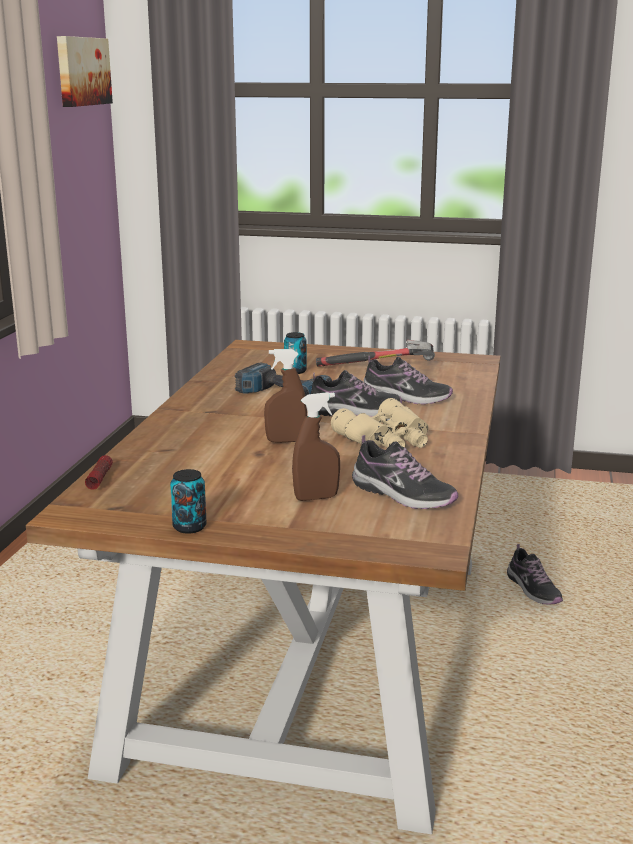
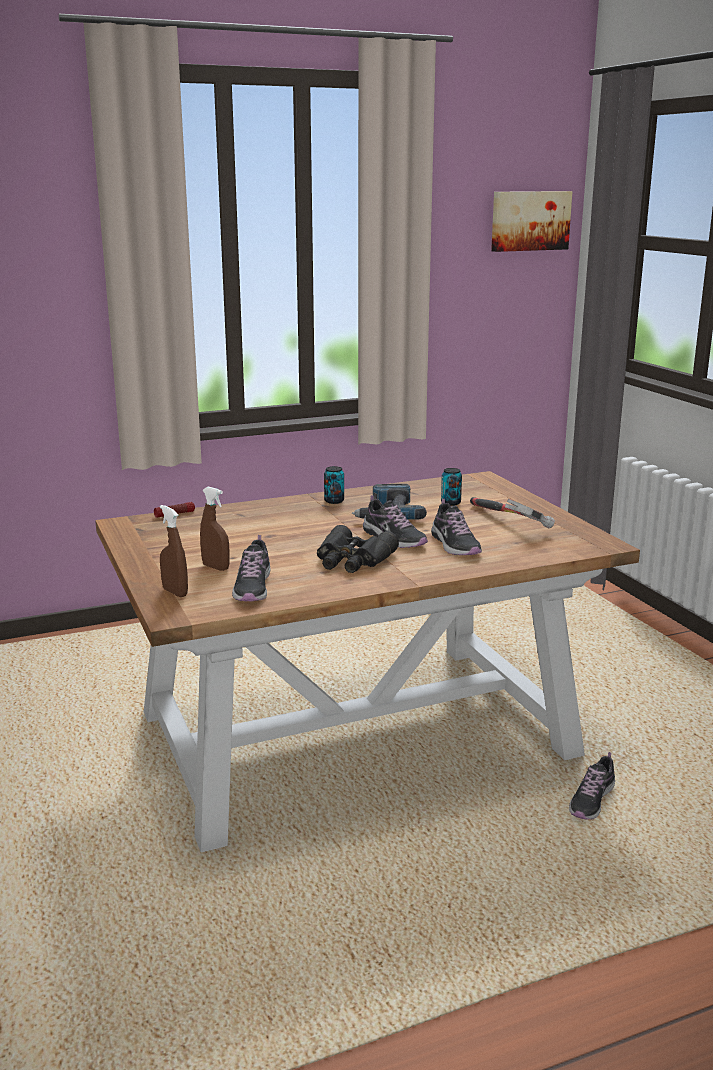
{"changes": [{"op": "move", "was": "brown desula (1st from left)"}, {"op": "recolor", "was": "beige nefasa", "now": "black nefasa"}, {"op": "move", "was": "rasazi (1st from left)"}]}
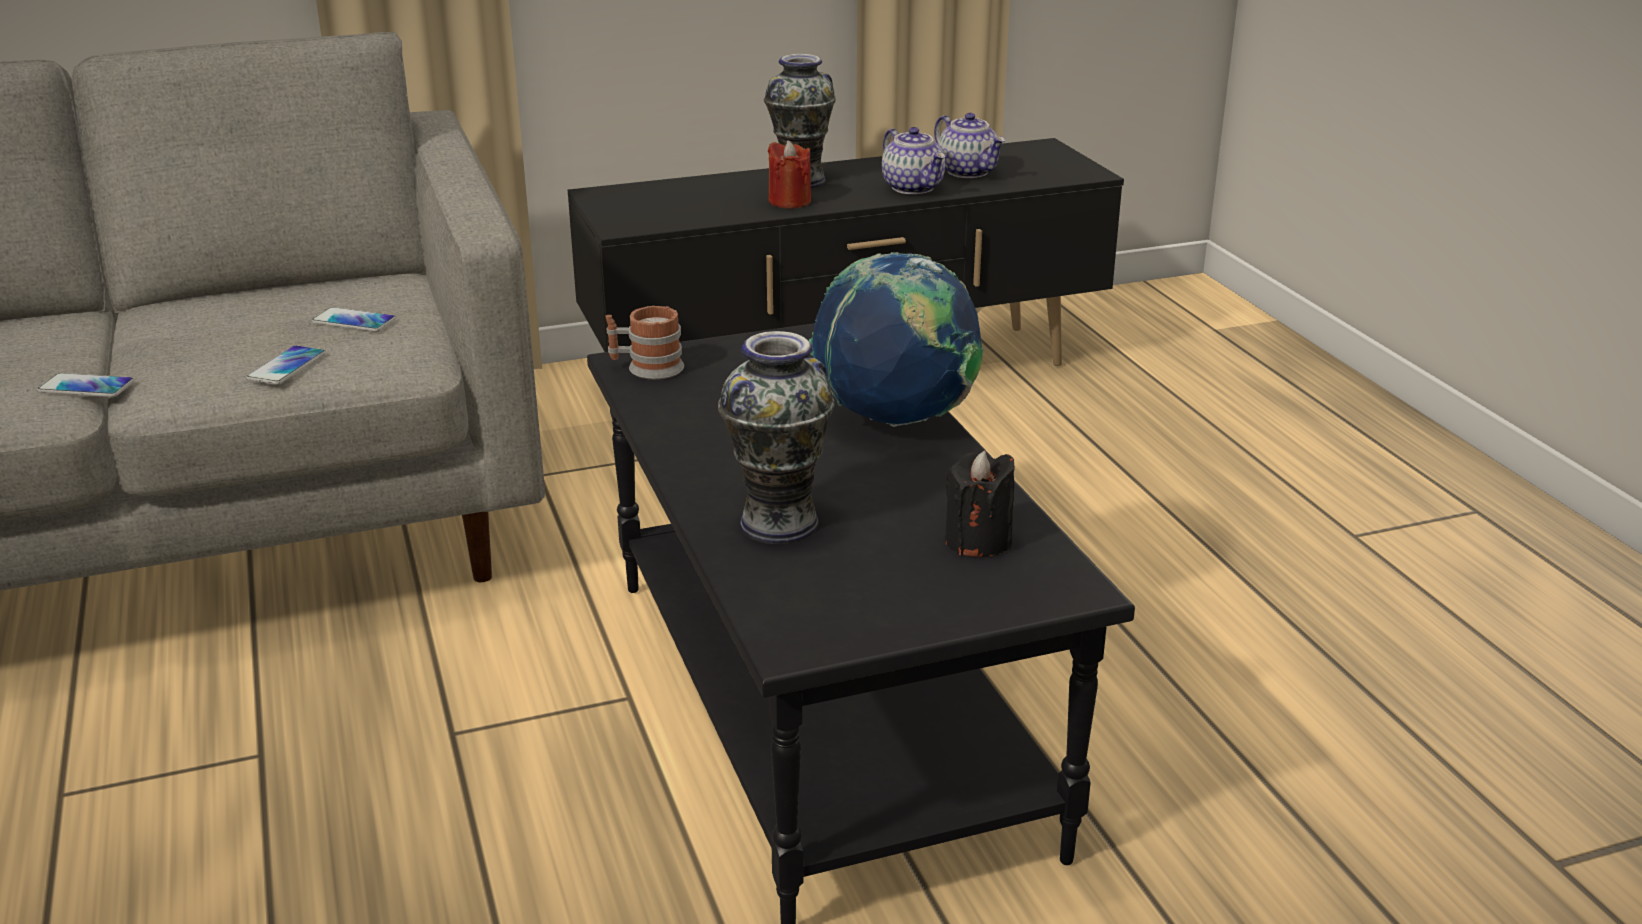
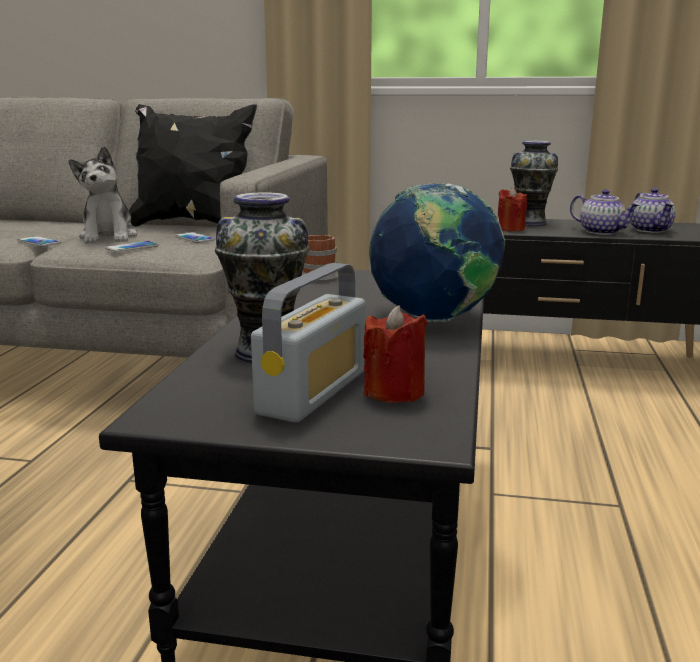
{"changes": [{"op": "insert", "now": "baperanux"}, {"op": "insert", "now": "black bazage"}, {"op": "insert", "now": "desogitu"}, {"op": "recolor", "was": "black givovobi", "now": "red givovobi (1st from left)"}, {"op": "rotate", "was": "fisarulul (1st from left)", "clockwise": -45}]}
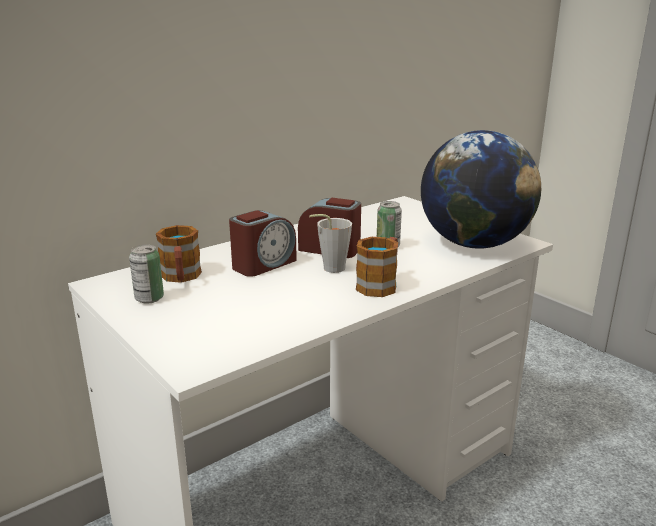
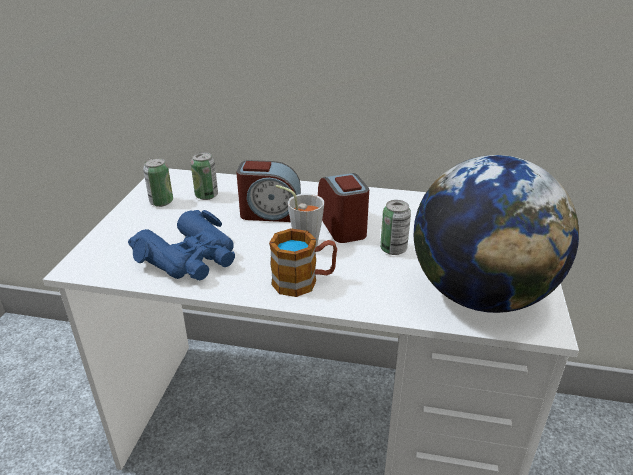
{"changes": [{"op": "insert", "now": "blue nefasa"}, {"op": "replace", "was": "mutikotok (1st from left)", "now": "rasazi (2nd from left)"}]}
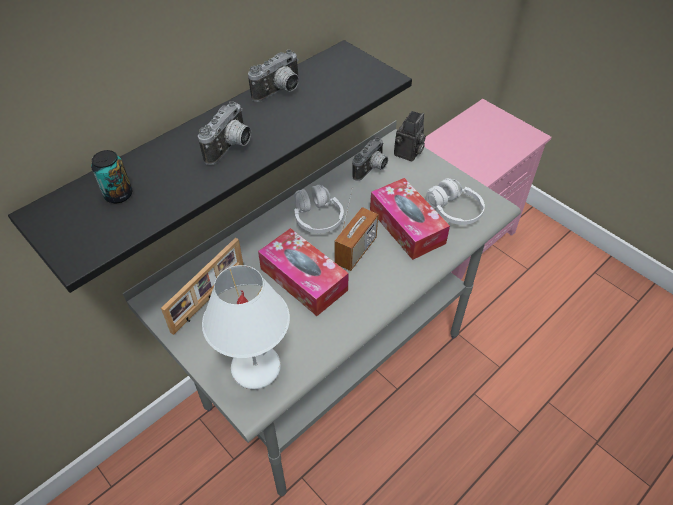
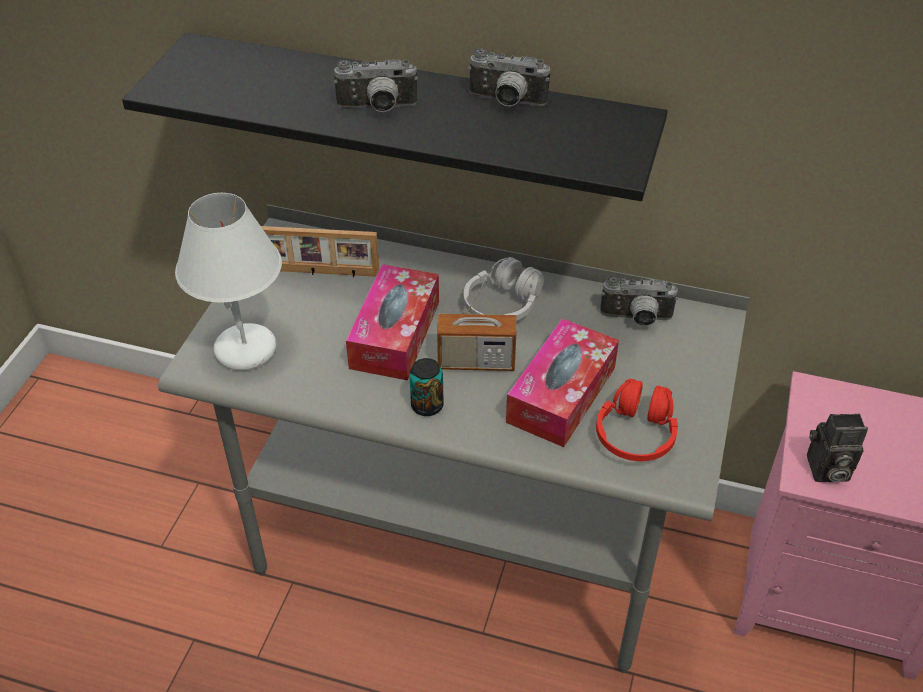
{"changes": [{"op": "move", "was": "rasazi"}, {"op": "recolor", "was": "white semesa (2nd from left)", "now": "red semesa"}, {"op": "move", "was": "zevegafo (4th from left)"}]}
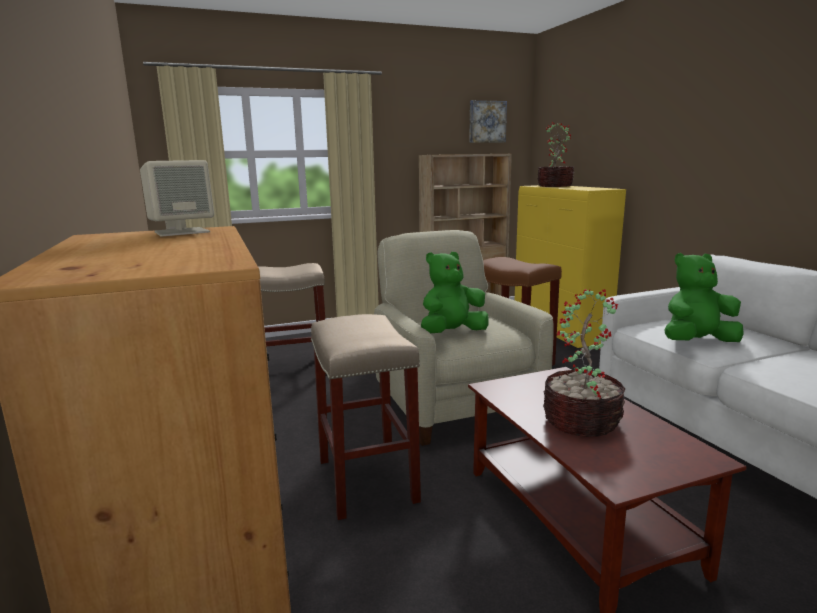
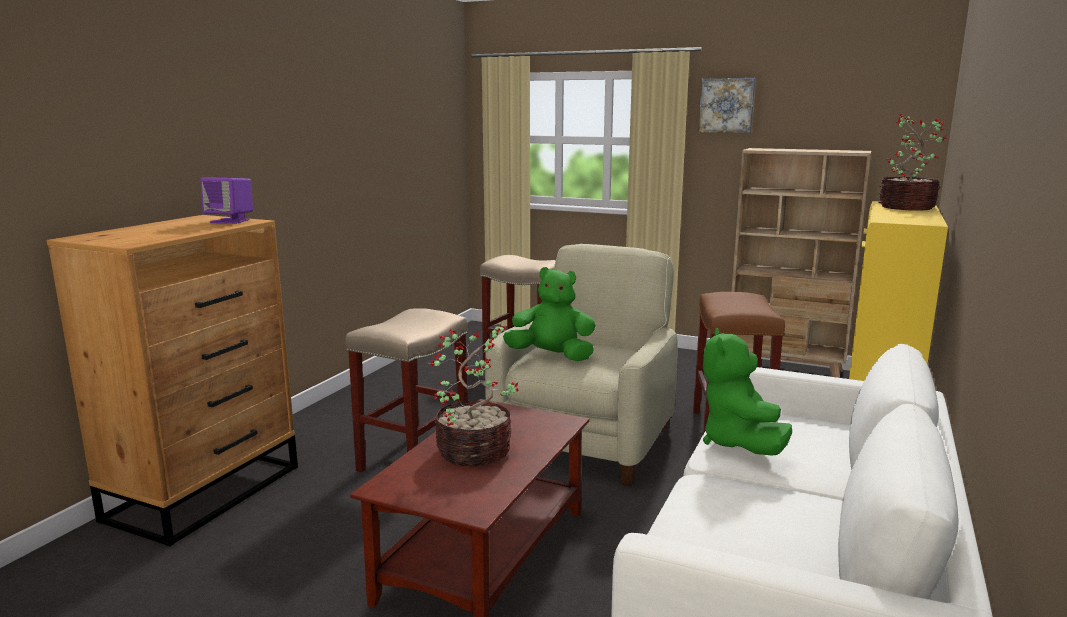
{"changes": [{"op": "recolor", "was": "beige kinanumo", "now": "purple kinanumo"}, {"op": "move", "was": "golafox"}, {"op": "rotate", "was": "green baperanux (2nd from left)", "clockwise": -120}]}
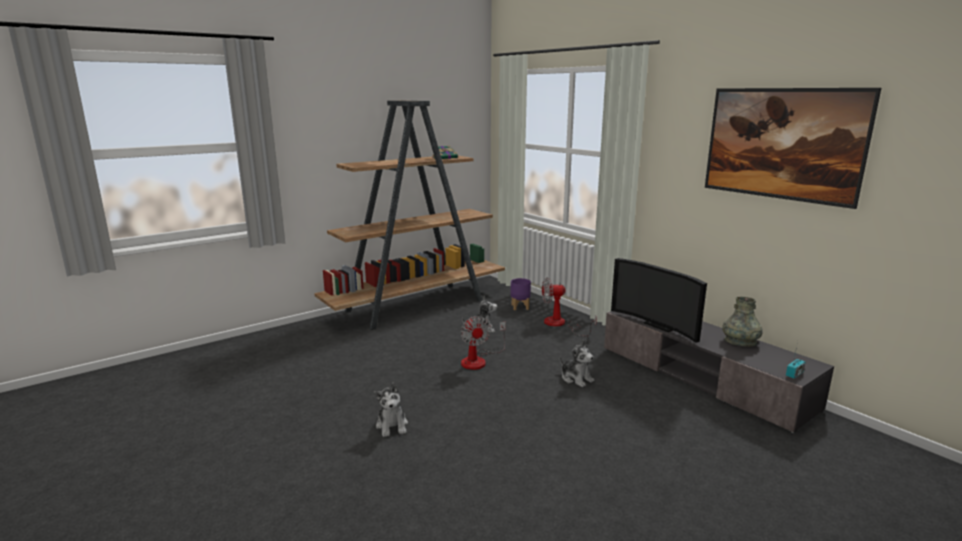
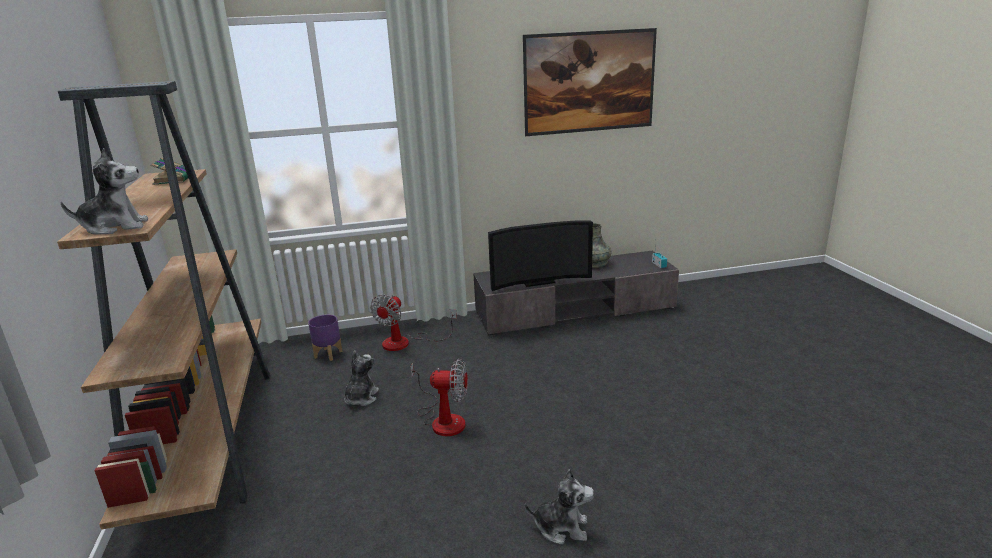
{"changes": [{"op": "move", "was": "baperanux (3rd from left in the first image)", "now": "baperanux (1st from left)"}]}
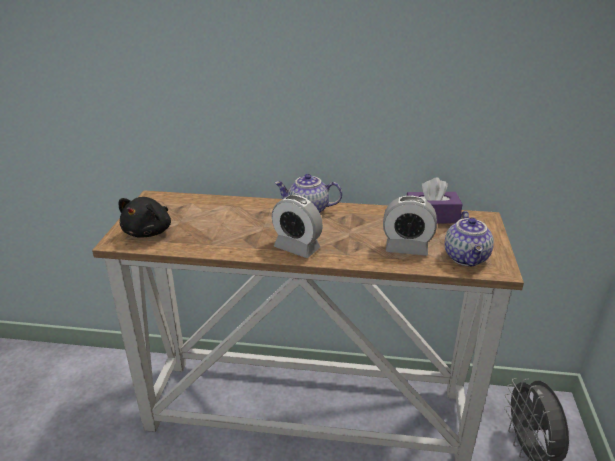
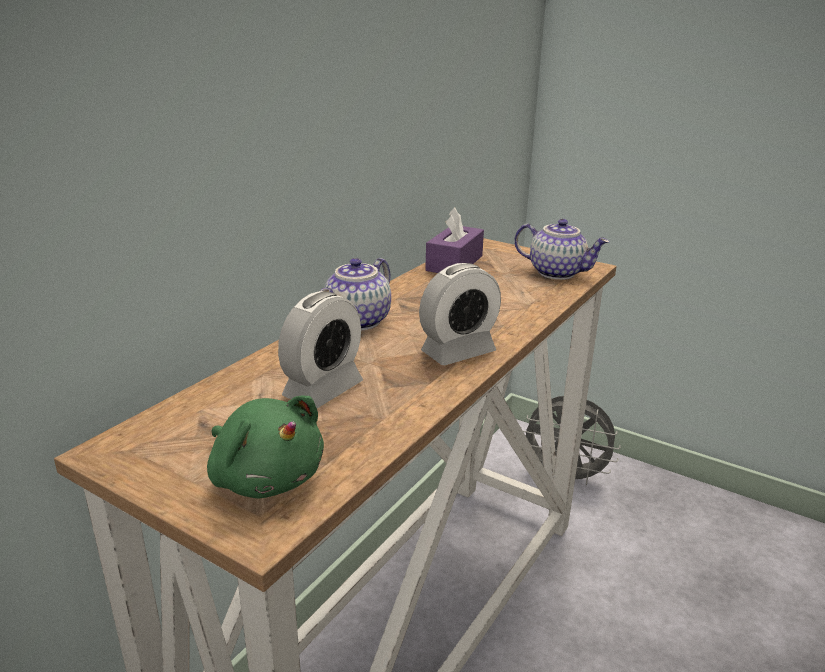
{"changes": [{"op": "recolor", "was": "black baperanux", "now": "green baperanux"}, {"op": "move", "was": "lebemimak (2nd from left in the first image)", "now": "lebemimak (1st from left)"}]}
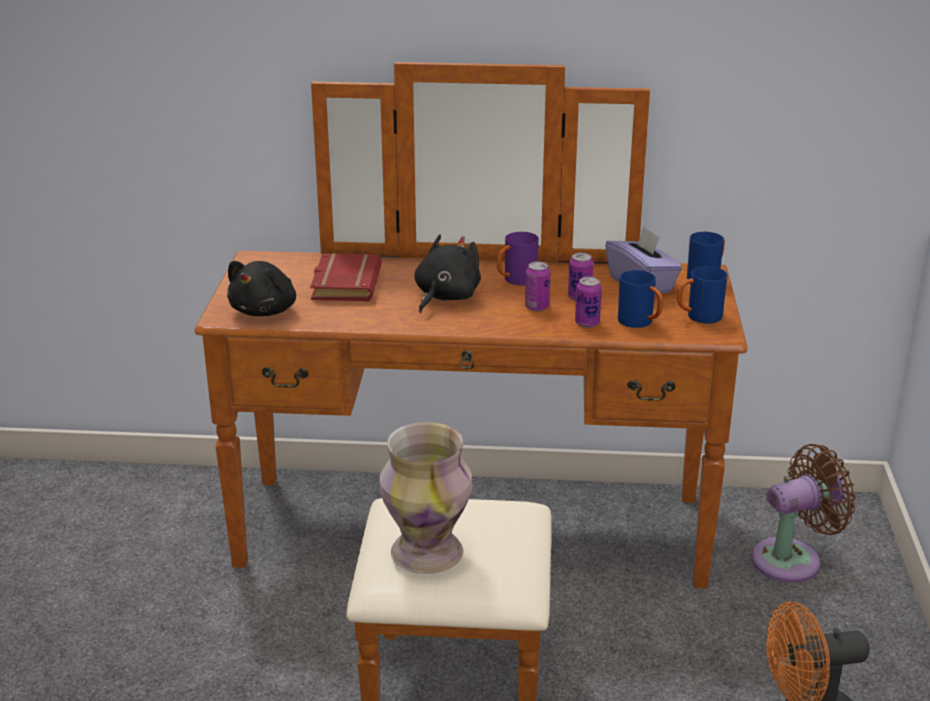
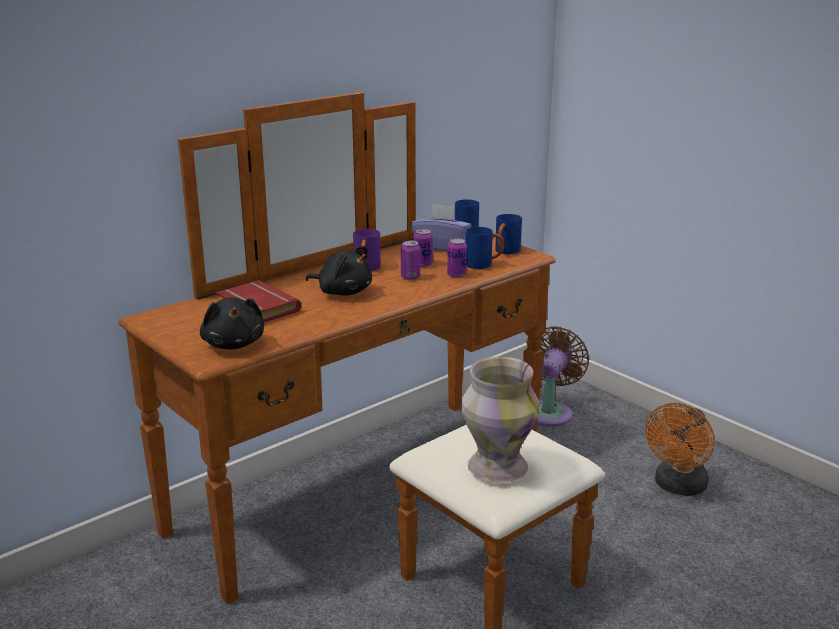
{"changes": [{"op": "rotate", "was": "black baperanux (2nd from left)", "clockwise": 135}]}
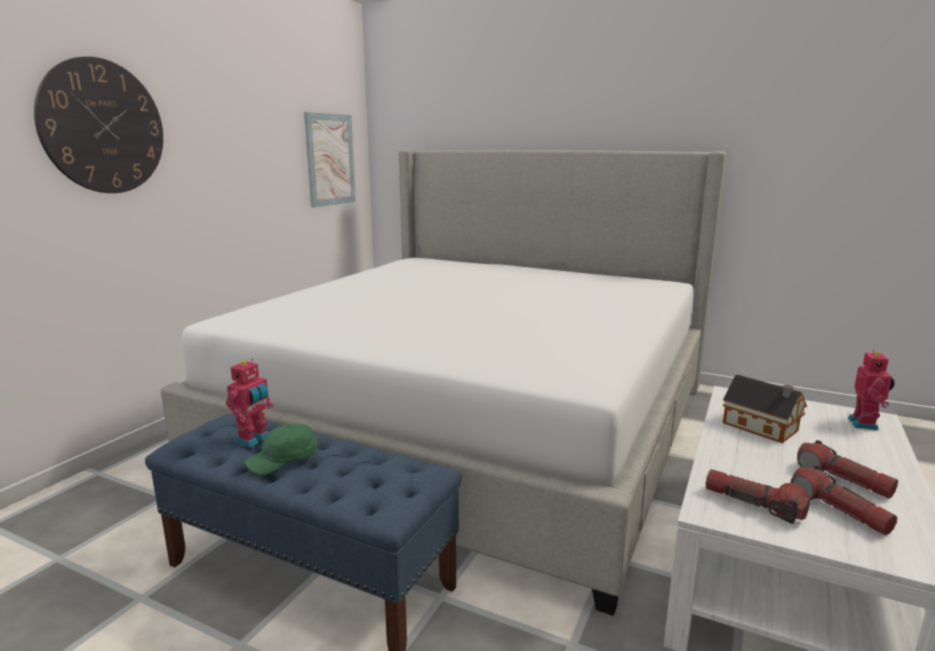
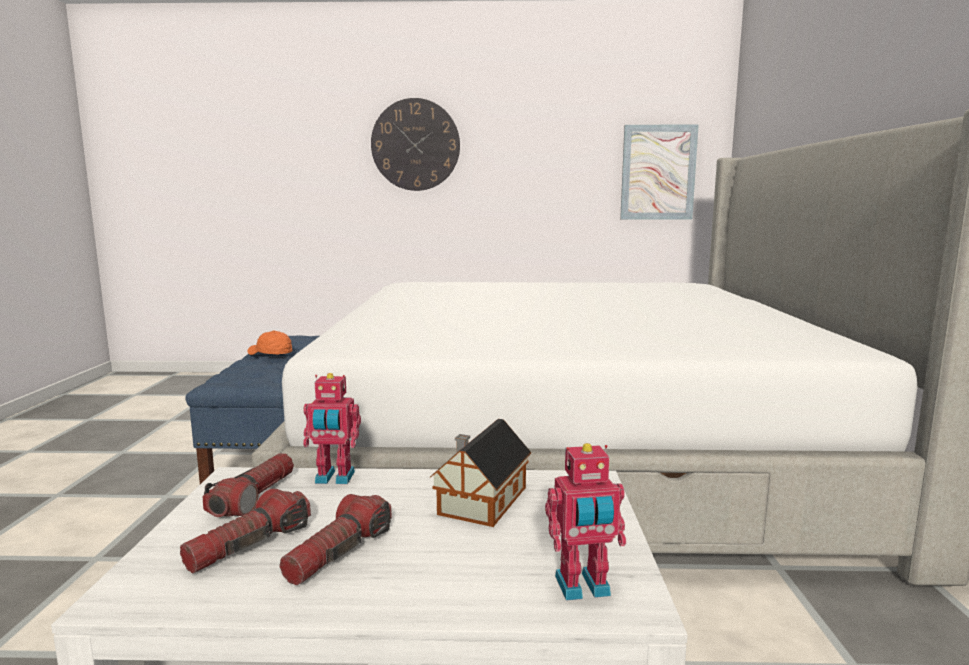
{"changes": [{"op": "recolor", "was": "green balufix", "now": "orange balufix"}, {"op": "move", "was": "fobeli (1st from left)"}]}
